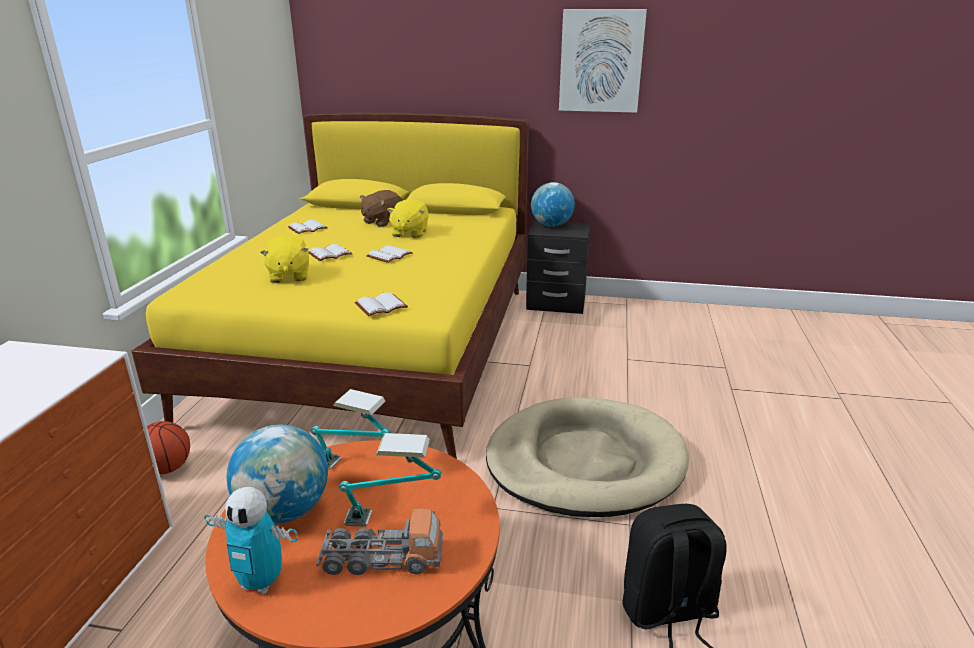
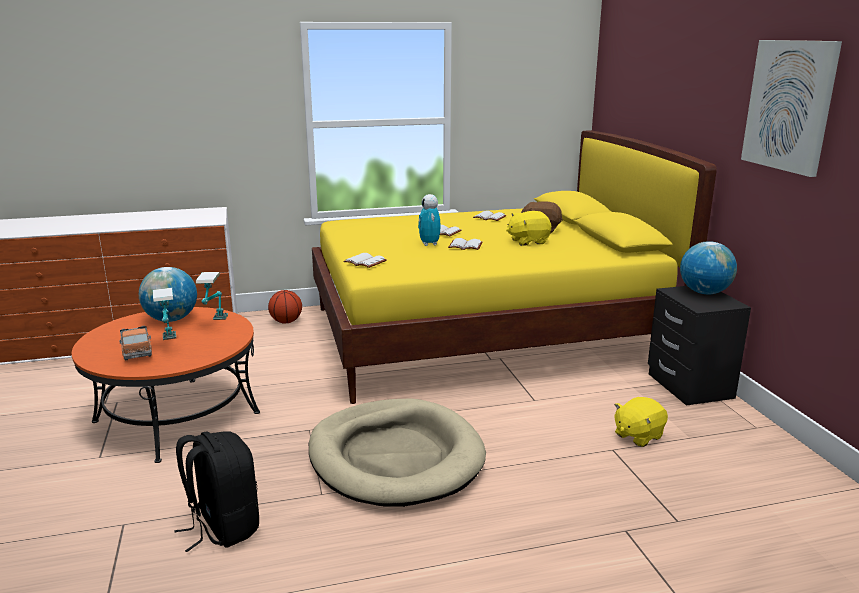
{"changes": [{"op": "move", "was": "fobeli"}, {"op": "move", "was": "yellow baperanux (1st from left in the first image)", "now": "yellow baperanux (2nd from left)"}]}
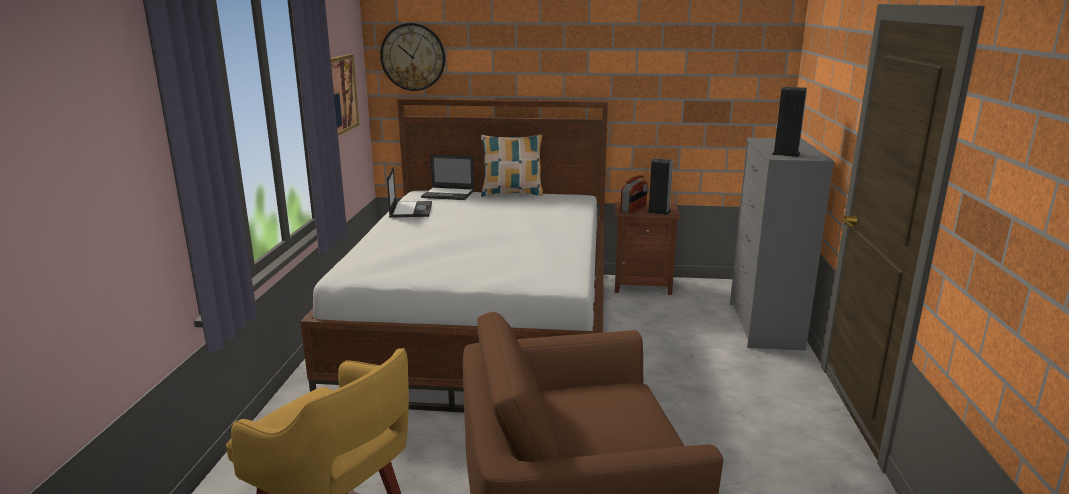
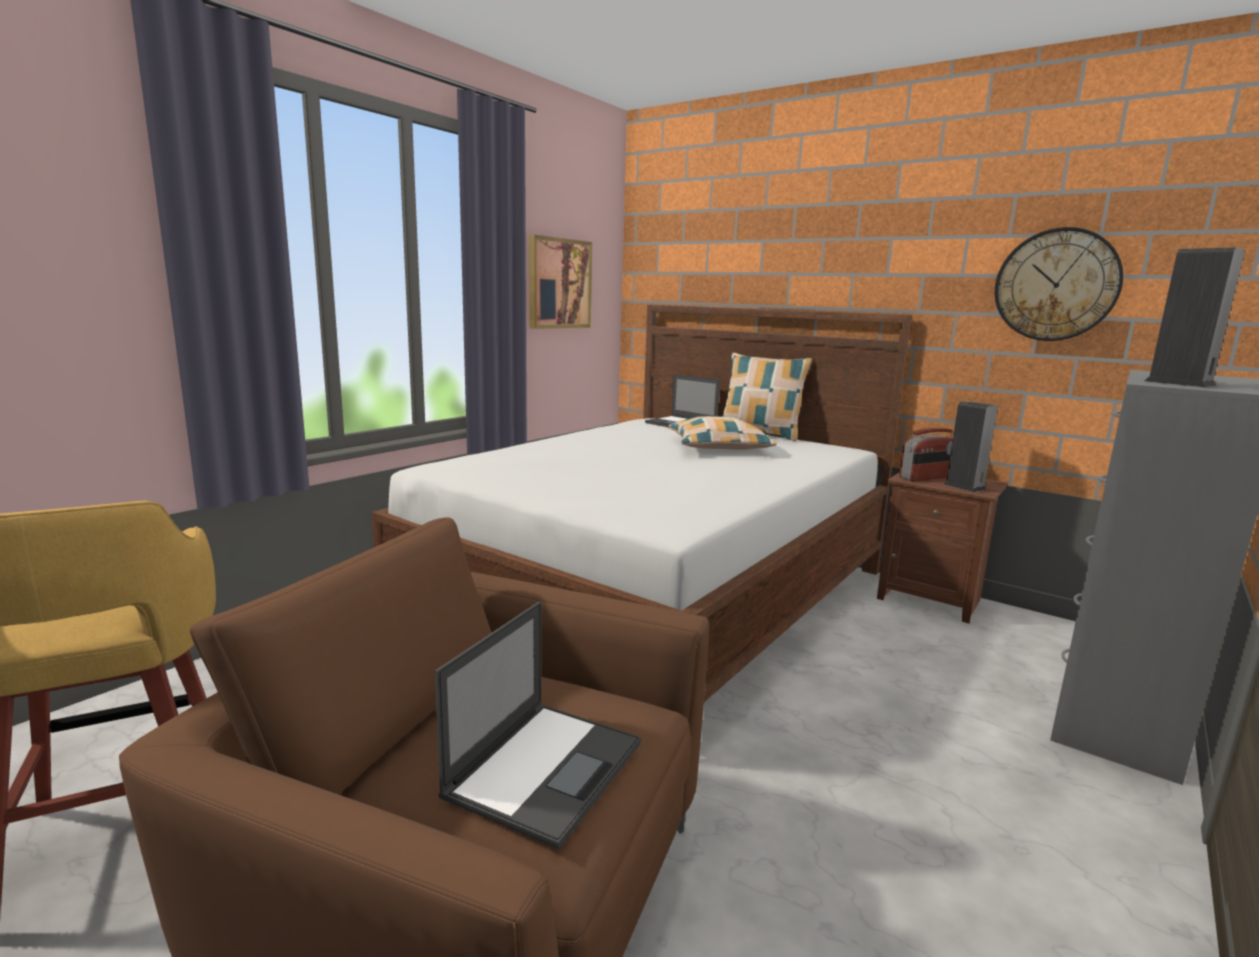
{"changes": [{"op": "move", "was": "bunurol (1st from left)"}, {"op": "insert", "now": "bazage (1st from left)"}, {"op": "move", "was": "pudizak"}]}
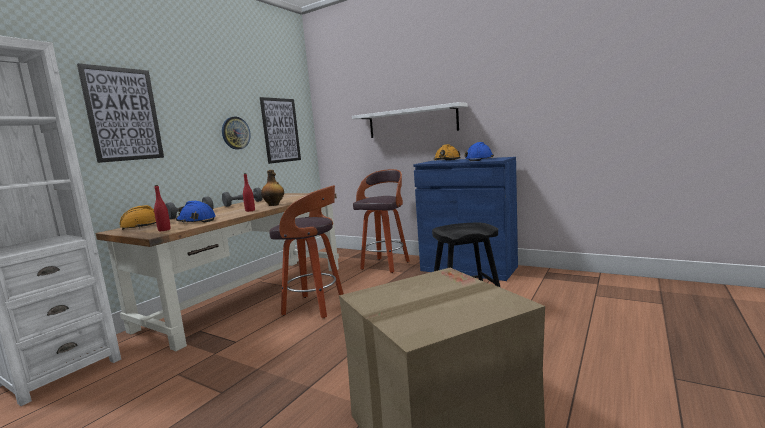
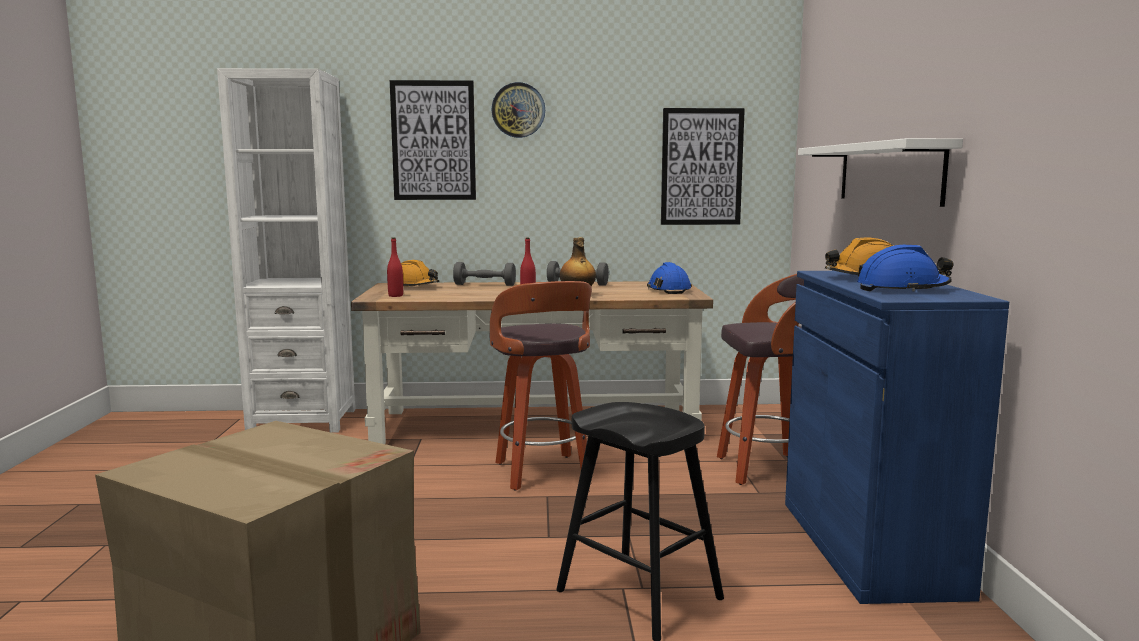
{"changes": [{"op": "move", "was": "pudizak"}, {"op": "move", "was": "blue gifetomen (1st from left)"}]}
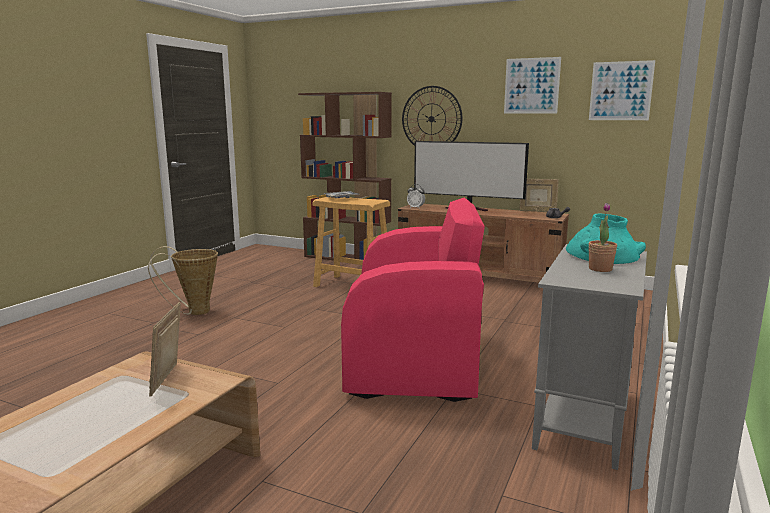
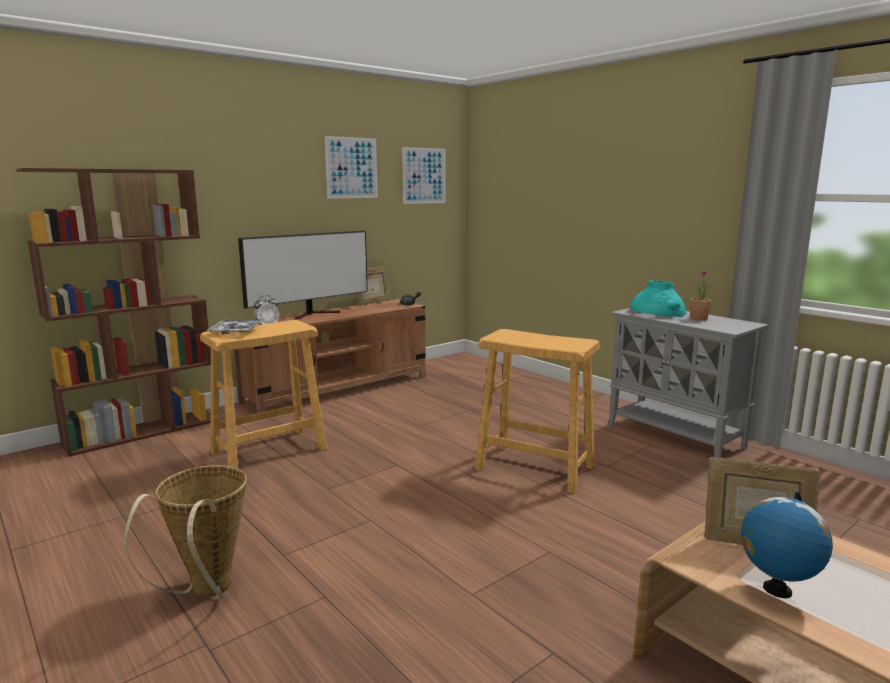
{"changes": [{"op": "replace", "was": "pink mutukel", "now": "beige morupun (2nd from left)"}, {"op": "insert", "now": "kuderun"}, {"op": "delete", "was": "pudizak"}]}
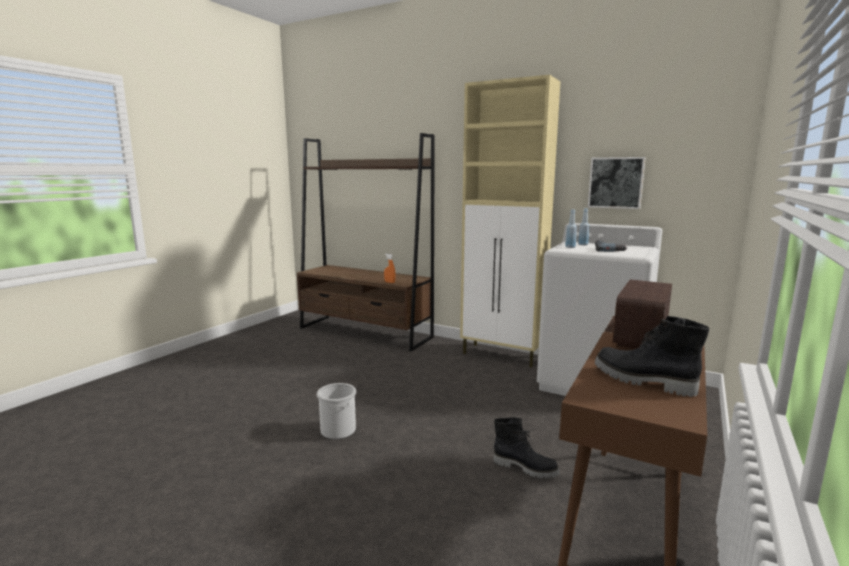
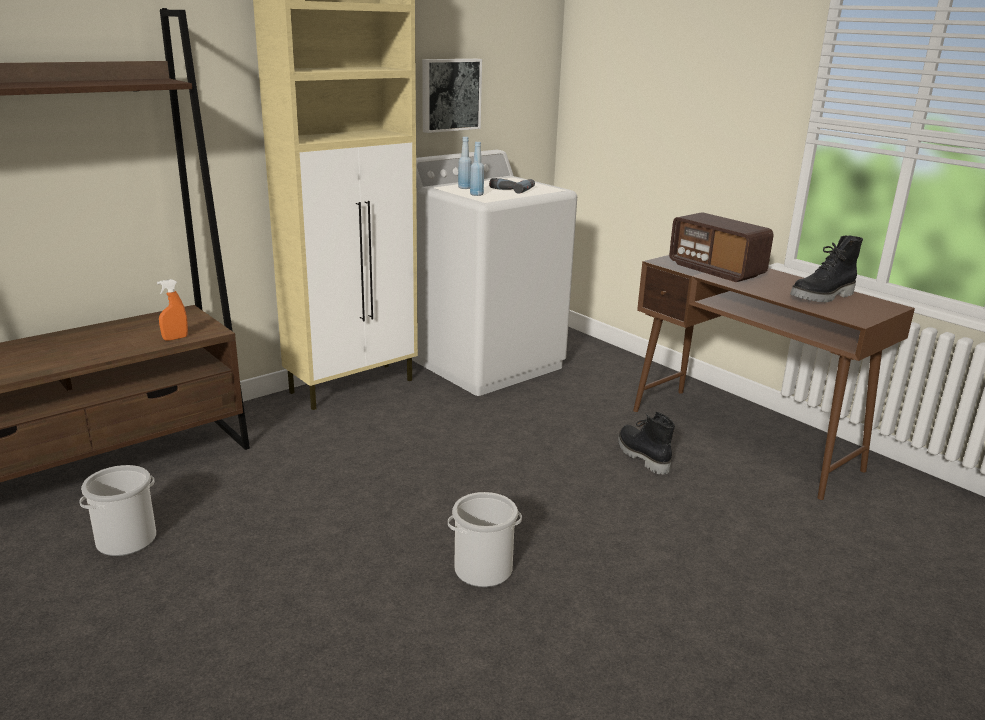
{"changes": [{"op": "insert", "now": "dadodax (1st from left)"}, {"op": "rotate", "was": "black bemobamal (1st from left)", "clockwise": -75}]}
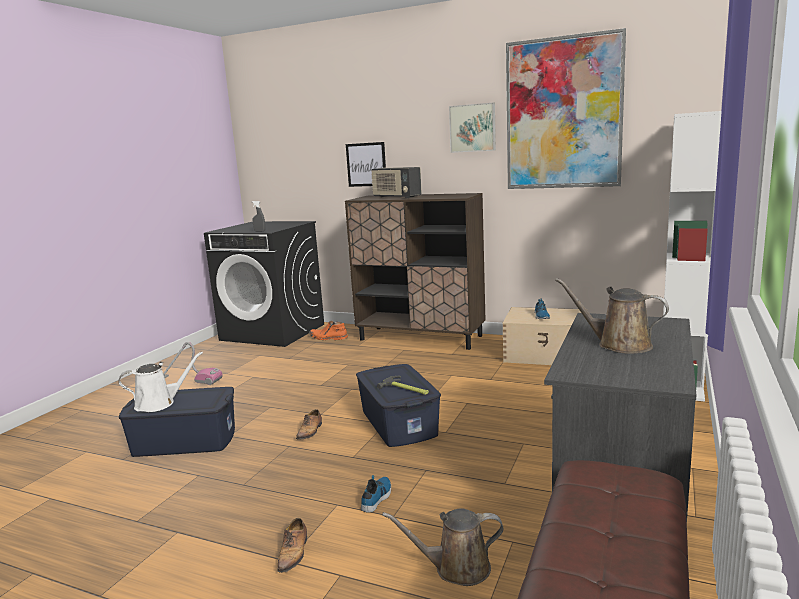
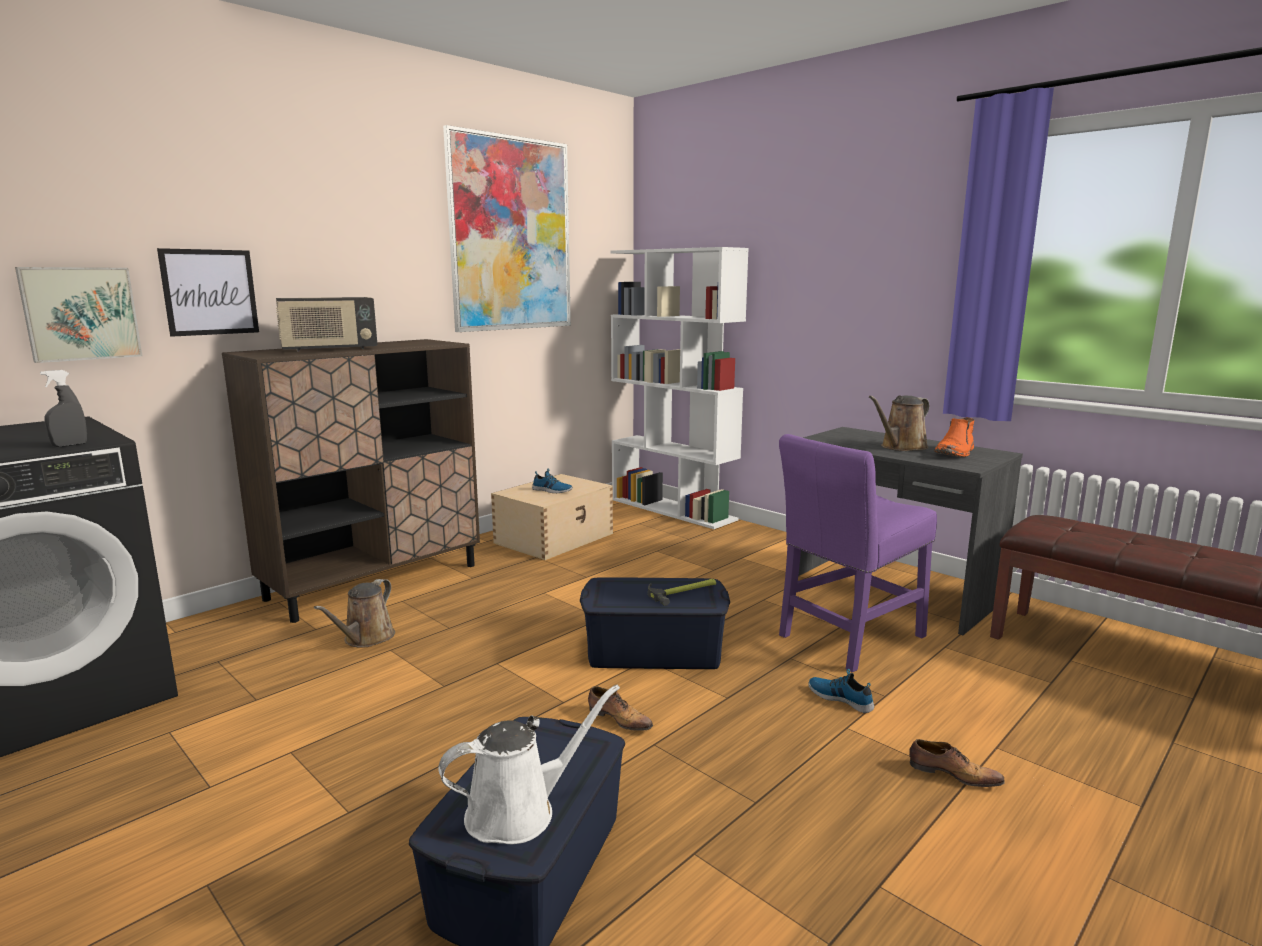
{"changes": [{"op": "move", "was": "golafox (2nd from left in the first image)", "now": "golafox (1st from left)"}, {"op": "move", "was": "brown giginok (1st from left)"}, {"op": "rotate", "was": "white giginok", "clockwise": 60}, {"op": "insert", "now": "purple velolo"}, {"op": "move", "was": "orange bemobamal"}, {"op": "delete", "was": "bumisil"}]}
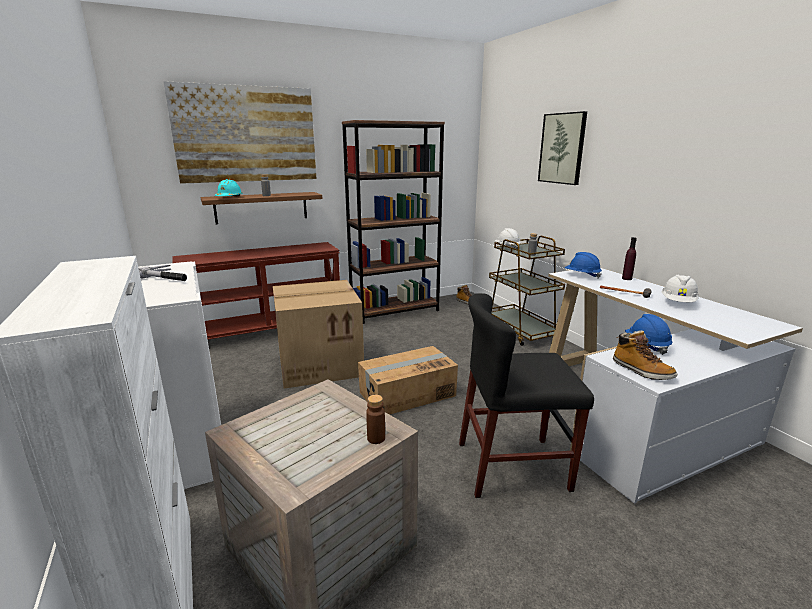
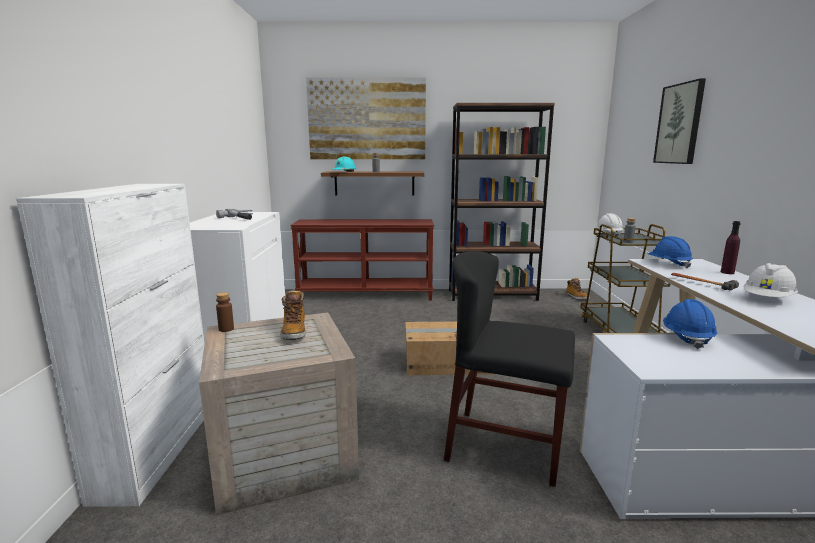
{"changes": [{"op": "move", "was": "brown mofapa"}, {"op": "move", "was": "bemobamal (2nd from left in the first image)", "now": "bemobamal (1st from left)"}, {"op": "delete", "was": "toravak (1st from left)"}]}
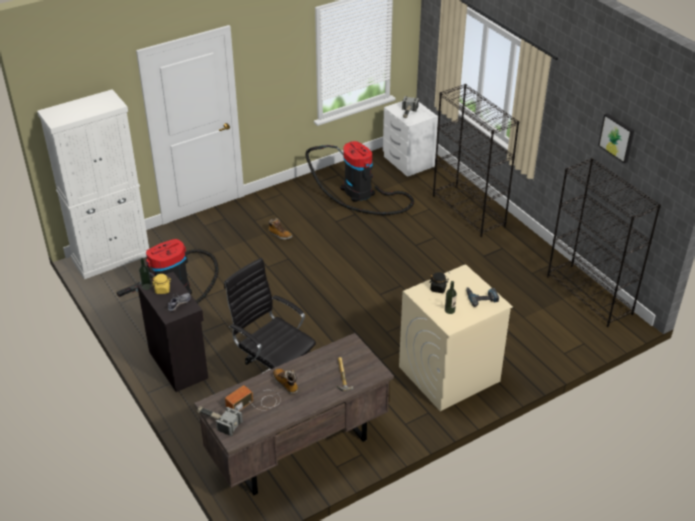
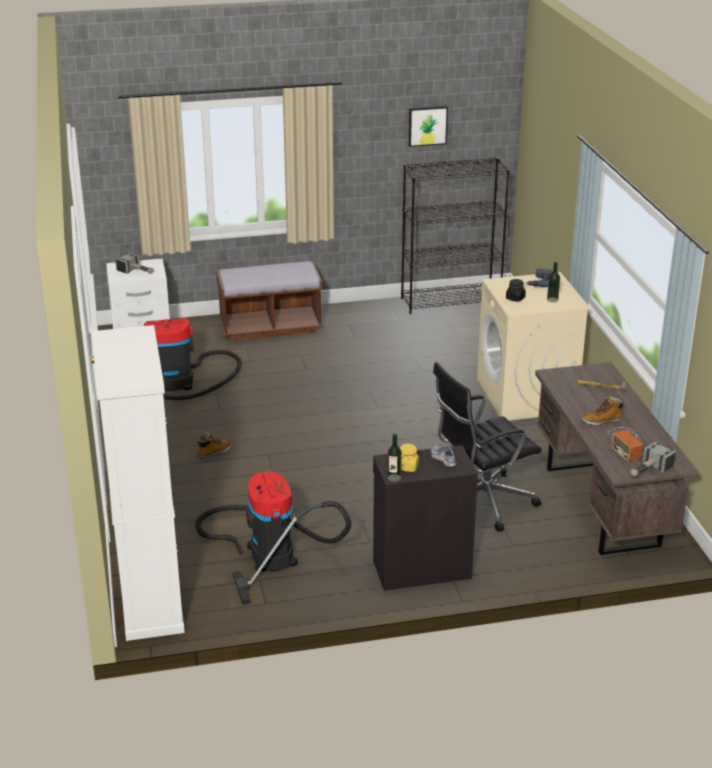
{"changes": [{"op": "replace", "was": "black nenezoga (1st from left)", "now": "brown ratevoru"}]}
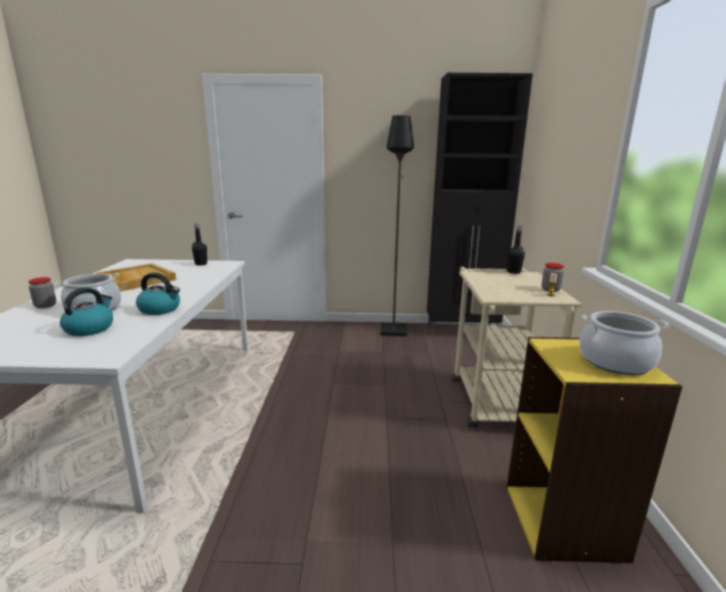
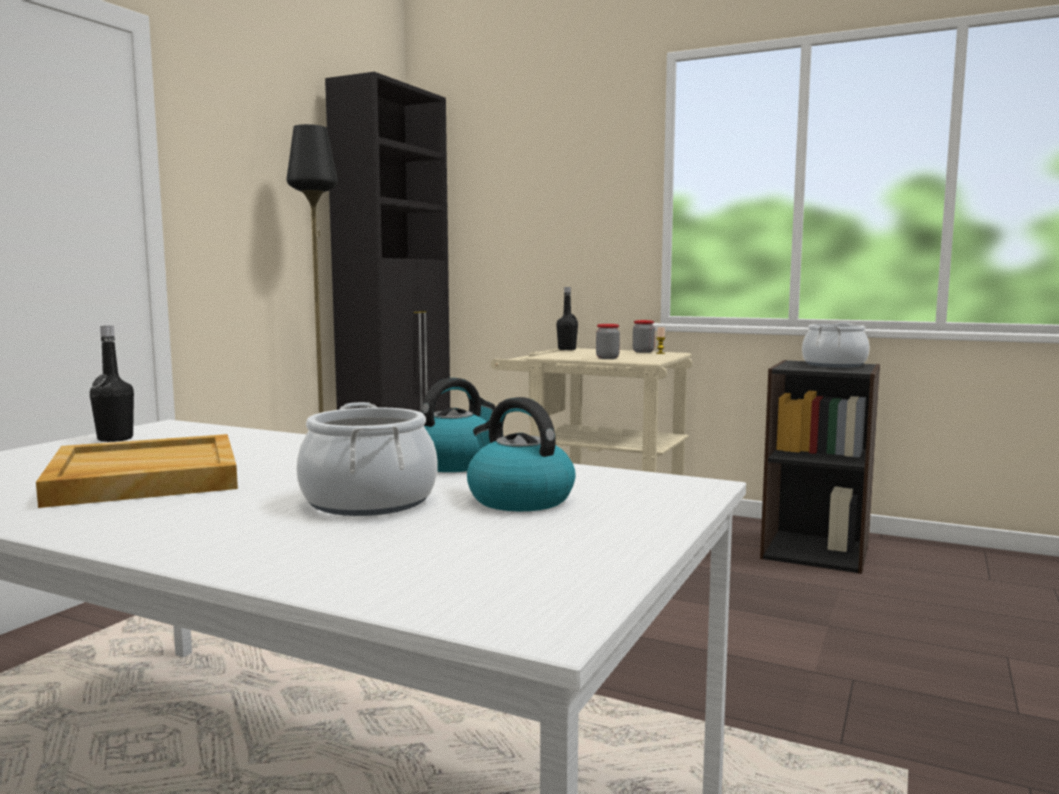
{"changes": [{"op": "move", "was": "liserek (1st from left)"}, {"op": "recolor", "was": "yellow nenezoga", "now": "black nenezoga"}]}
